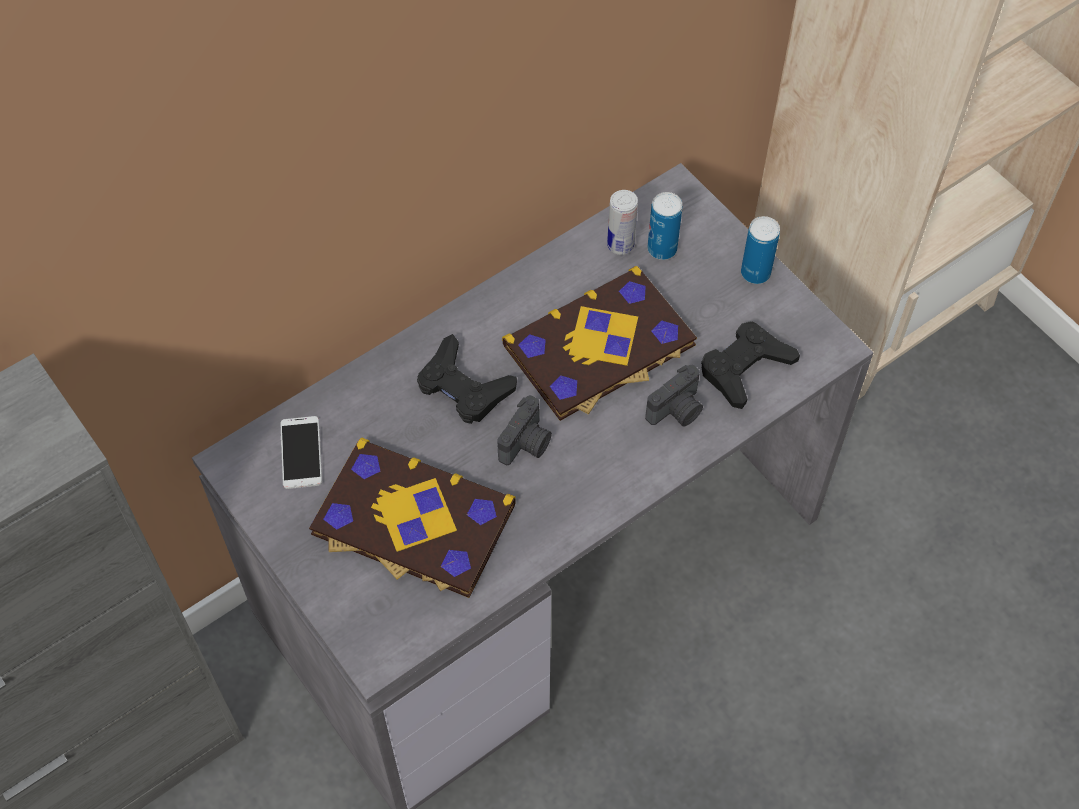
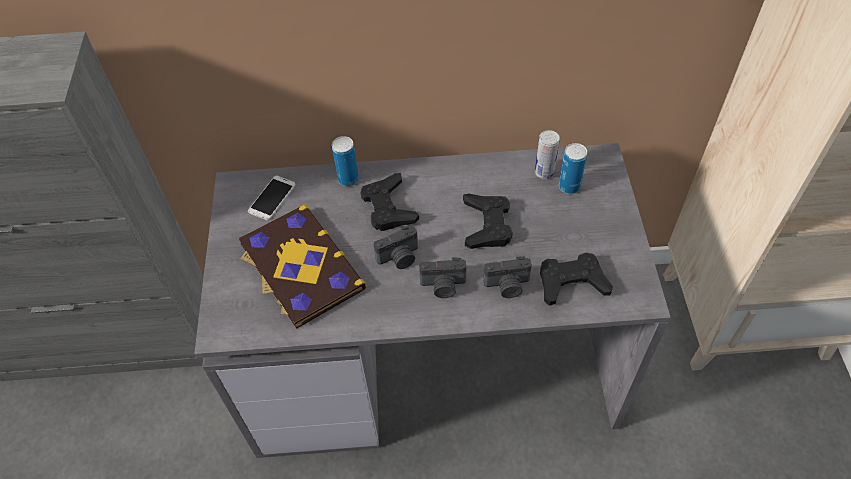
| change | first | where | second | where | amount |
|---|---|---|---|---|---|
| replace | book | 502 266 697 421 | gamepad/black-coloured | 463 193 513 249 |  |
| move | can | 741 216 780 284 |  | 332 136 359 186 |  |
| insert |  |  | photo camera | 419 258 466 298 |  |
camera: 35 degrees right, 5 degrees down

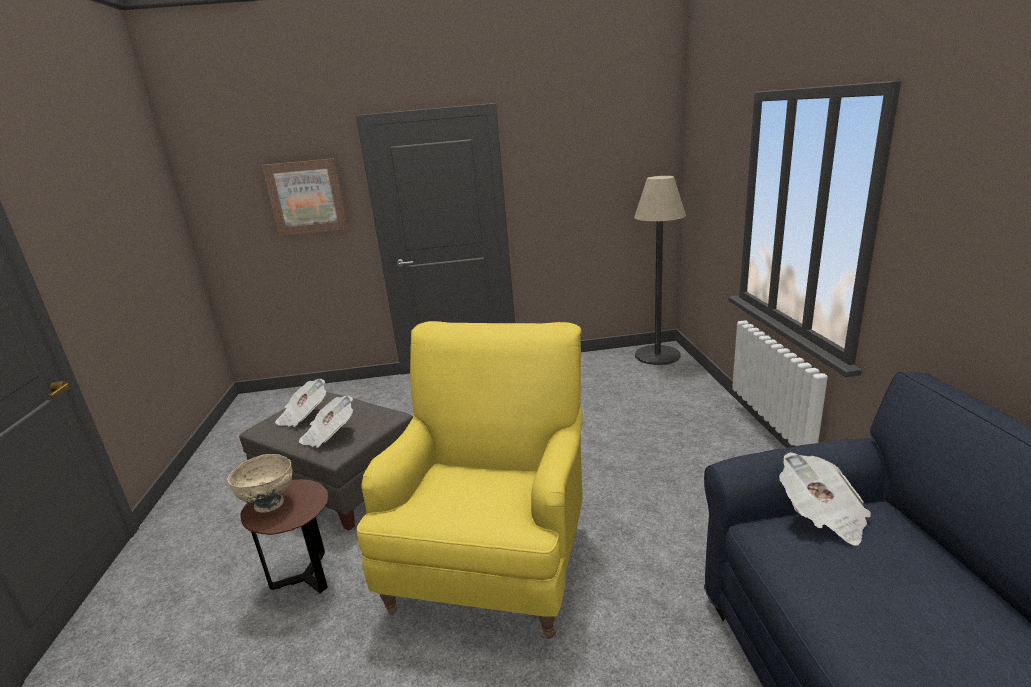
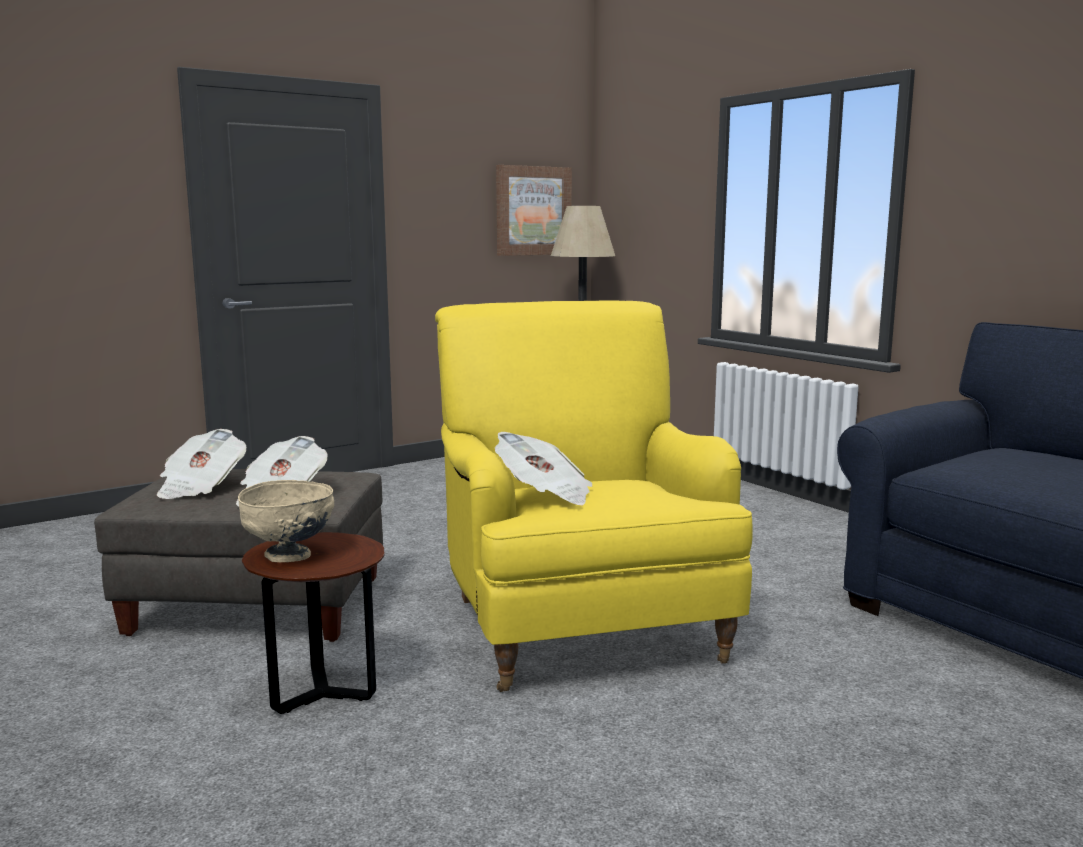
| change | first | where | second | where | amount |
|---|---|---|---|---|---|
| move | wall art | 262 158 349 236 |  | 496 165 572 256 |  |
| move | daily paper | 779 452 871 546 |  | 495 432 593 505 |  |
camera: 30 degrees left, 10 degrees down

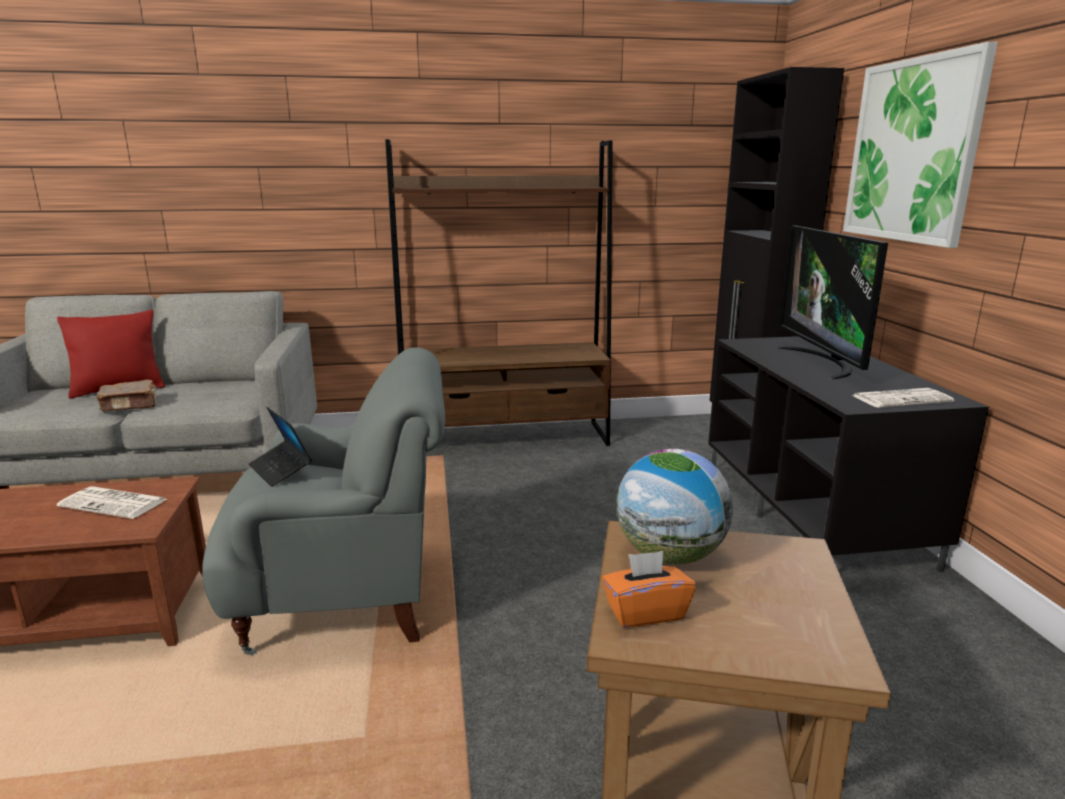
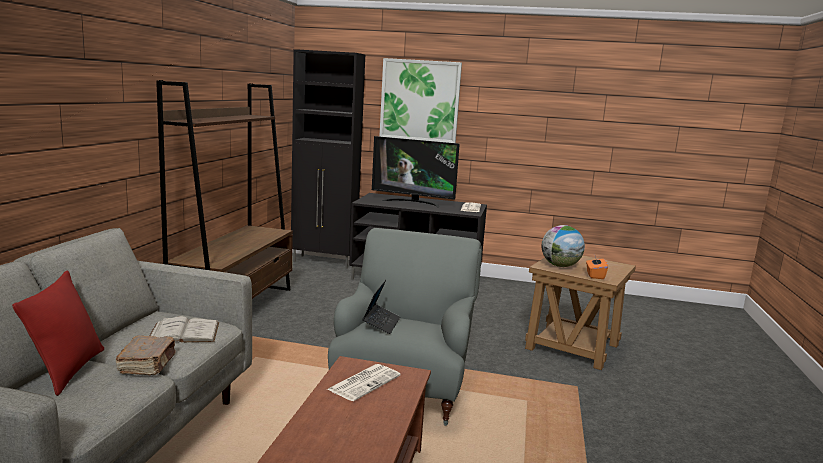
| change | first | where | second | where | amount |
|---|---|---|---|---|---|
| rotate | notebook computer | 248 407 312 487 |  | 362 280 400 334 | 60 degrees counterclockwise |
| insert |  |  | book/whitish | 150 316 219 342 |  |
camera: 70 degrees left, 5 degrees down

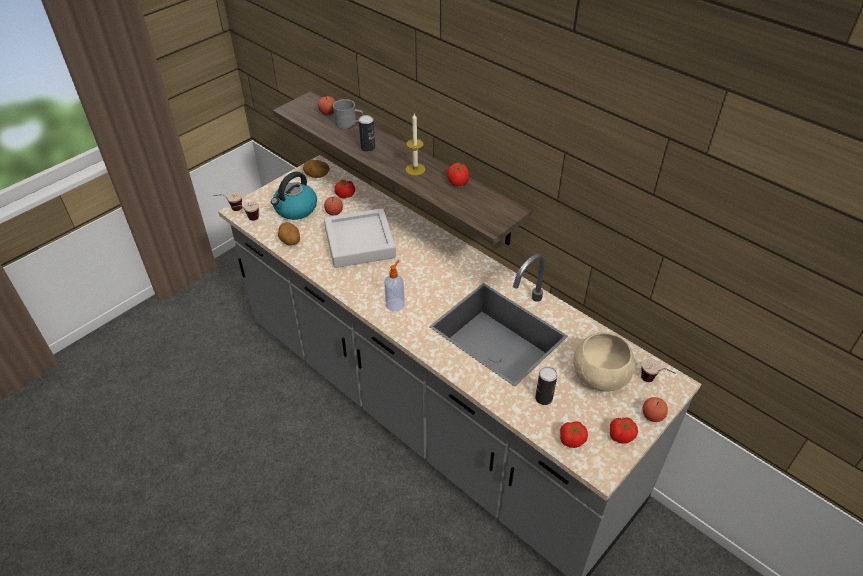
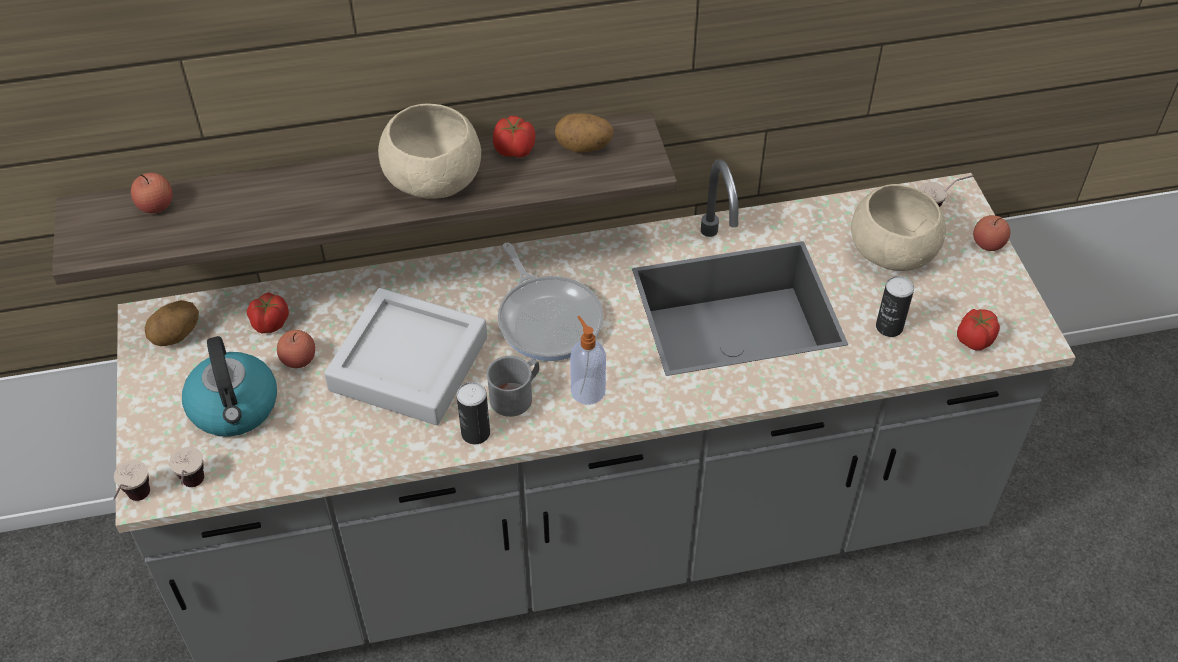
| change | first | where | second | where | amount |
|---|---|---|---|---|---|
| move | whole potato | 278 222 300 245 |  | 555 113 614 153 |  |
| move | coffee mug/greyish | 333 99 363 129 |  | 486 356 539 417 |  |
| move | can | 359 115 375 152 |  | 456 382 490 444 |  |
| replace | wax light | 406 113 425 175 | deep dish/beige-coloured | 378 104 481 199 |  |
| delete | whole tomato | 610 417 638 444 |  |  |  |
| insert |  |  | frying pan | 498 243 603 361 |  |
camera: 55 degrees left, 5 degrees up

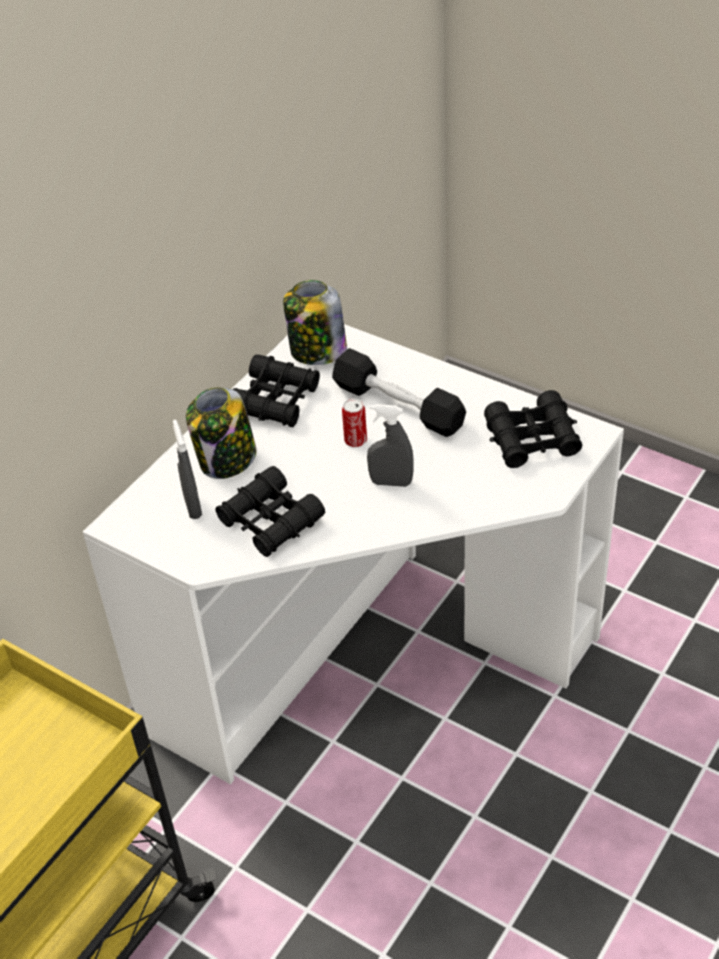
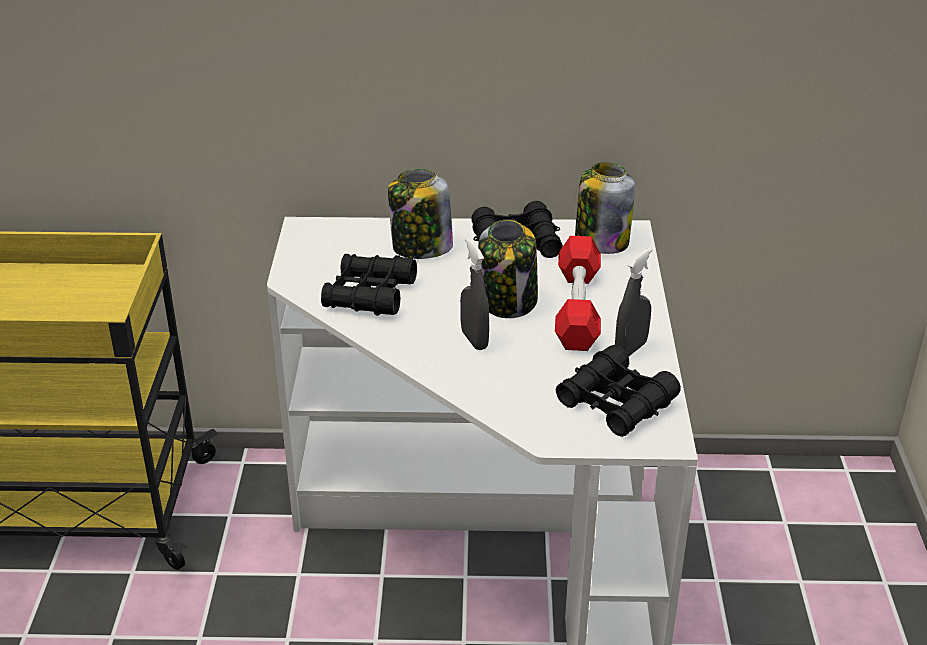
| change | first | where | second | where | amount |
|---|---|---|---|---|---|
| move | spray bottle/greyish | 173 420 202 519 |  | 615 248 652 357 |  |
| recolor | dumbbell/black-coloured | 332 348 466 437 | dumbbell/red-coloured | 555 236 601 351 |  |
| replace | can | 342 398 367 447 | preserve jar | 478 220 538 318 |  |
camera: 55 degrees right, 10 degrees down

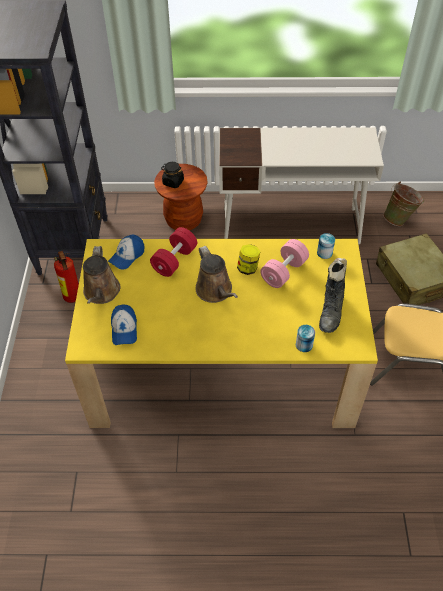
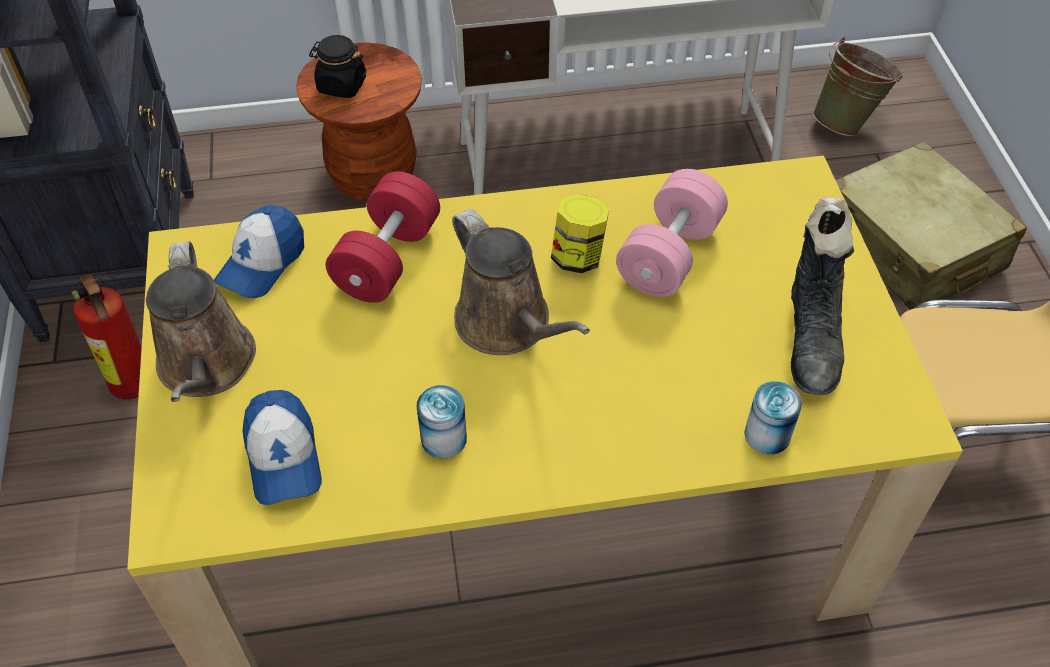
| change | first | where | second | where | amount |
|---|---|---|---|---|---|
| move | can | 317 233 335 259 |  | 417 385 467 458 |  |
camera: 10 degrees left, 0 degrees up

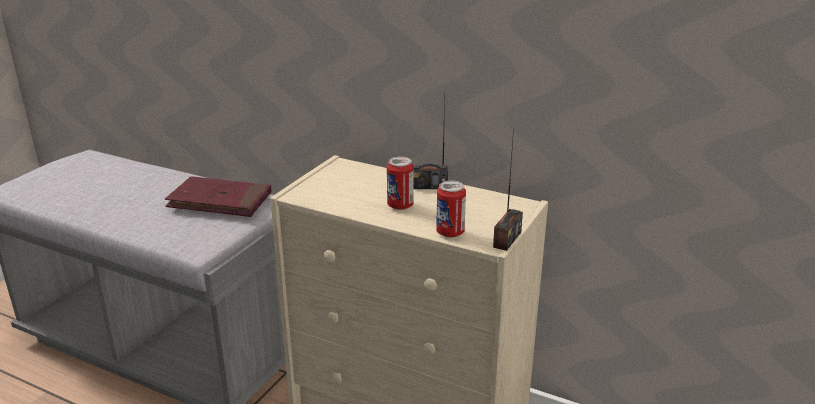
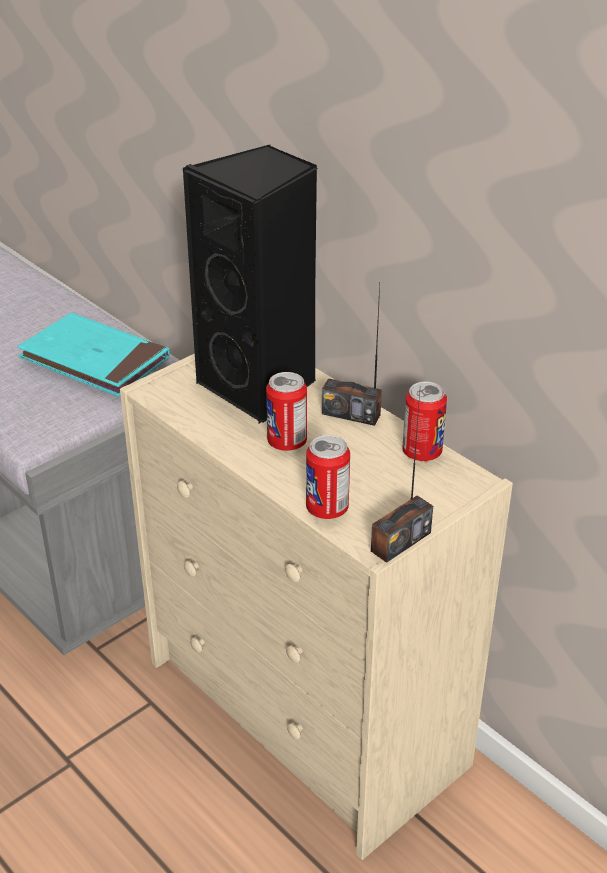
| change | first | where | second | where | amount |
|---|---|---|---|---|---|
| recolor | book/red-coloured | 165 176 271 217 | book/blue-green | 18 313 170 397 |  |
| insert |  |  | audio speaker/black-coloured | 183 145 318 424 |  |
| insert |  |  | can | 402 382 447 461 |  |
camera: 20 degrees right, 10 degrees up

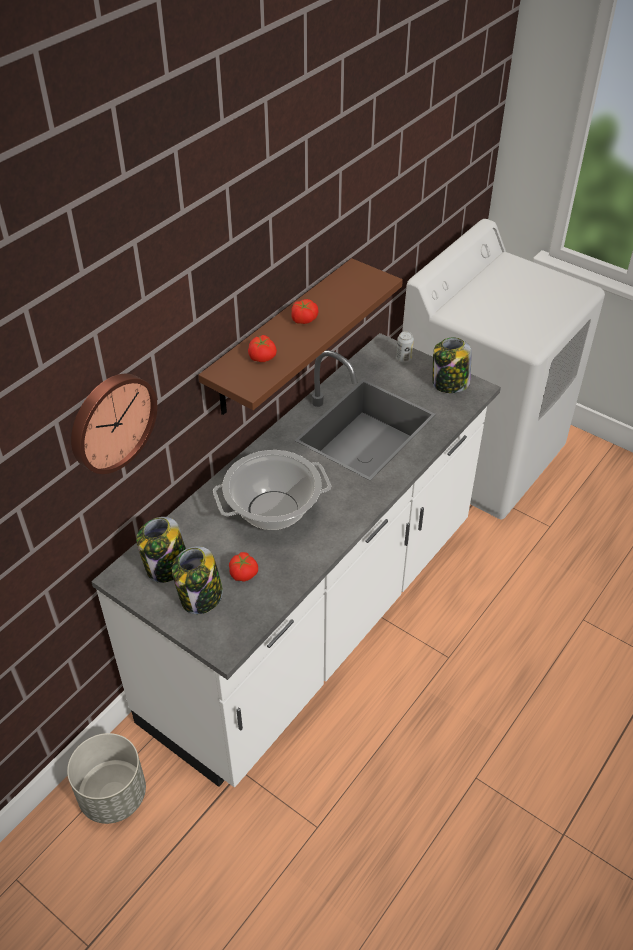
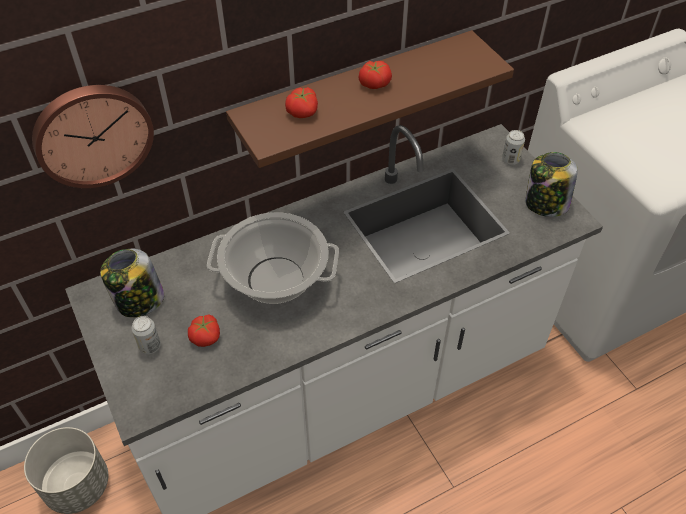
| change | first | where | second | where | amount |
|---|---|---|---|---|---|
| replace | preserve jar | 172 546 223 614 | can | 132 316 161 354 |  |
camera: 25 degrees right, 5 degrees up

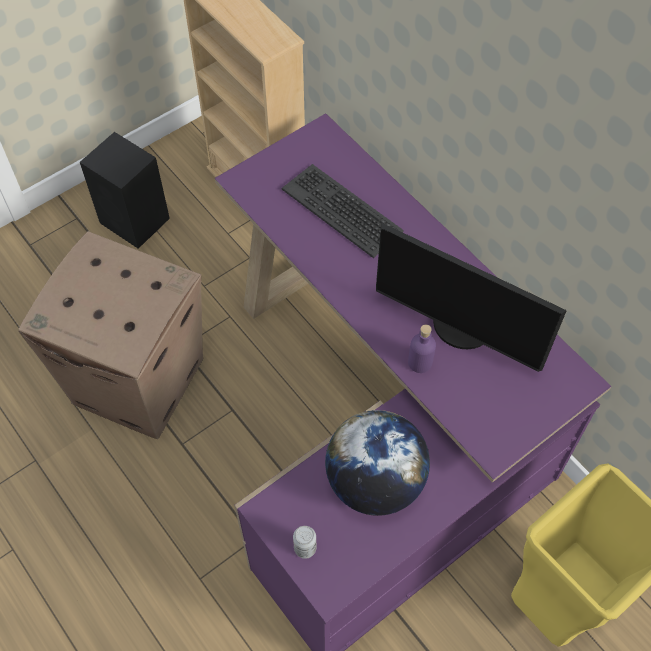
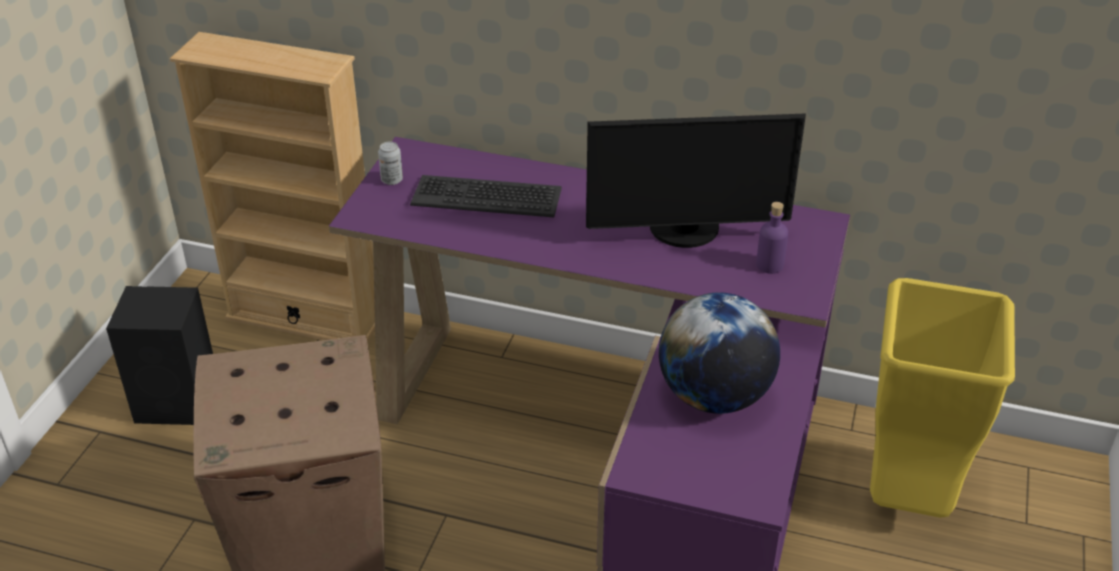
| change | first | where | second | where | amount |
|---|---|---|---|---|---|
| move | can | 293 526 316 559 |  | 378 141 403 185 |  |
| move | bottle/purple | 408 325 436 373 |  | 756 202 788 274 |  |
camera: 35 degrees left, 20 degrees down

